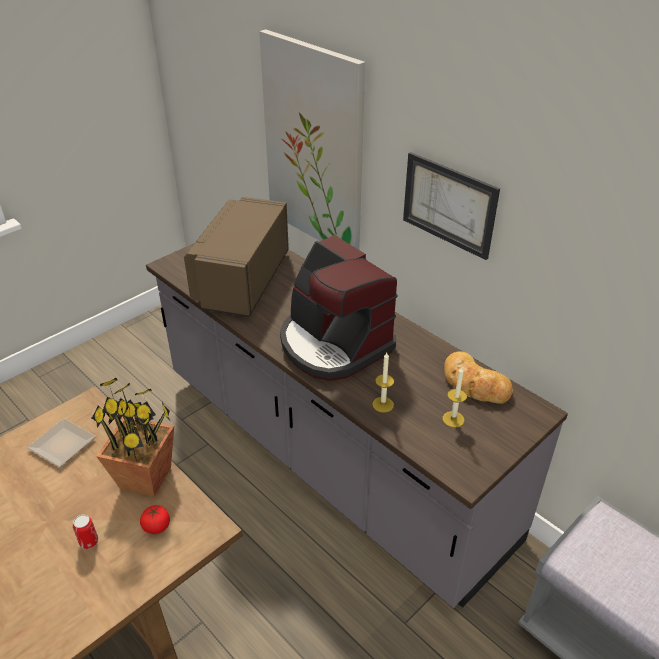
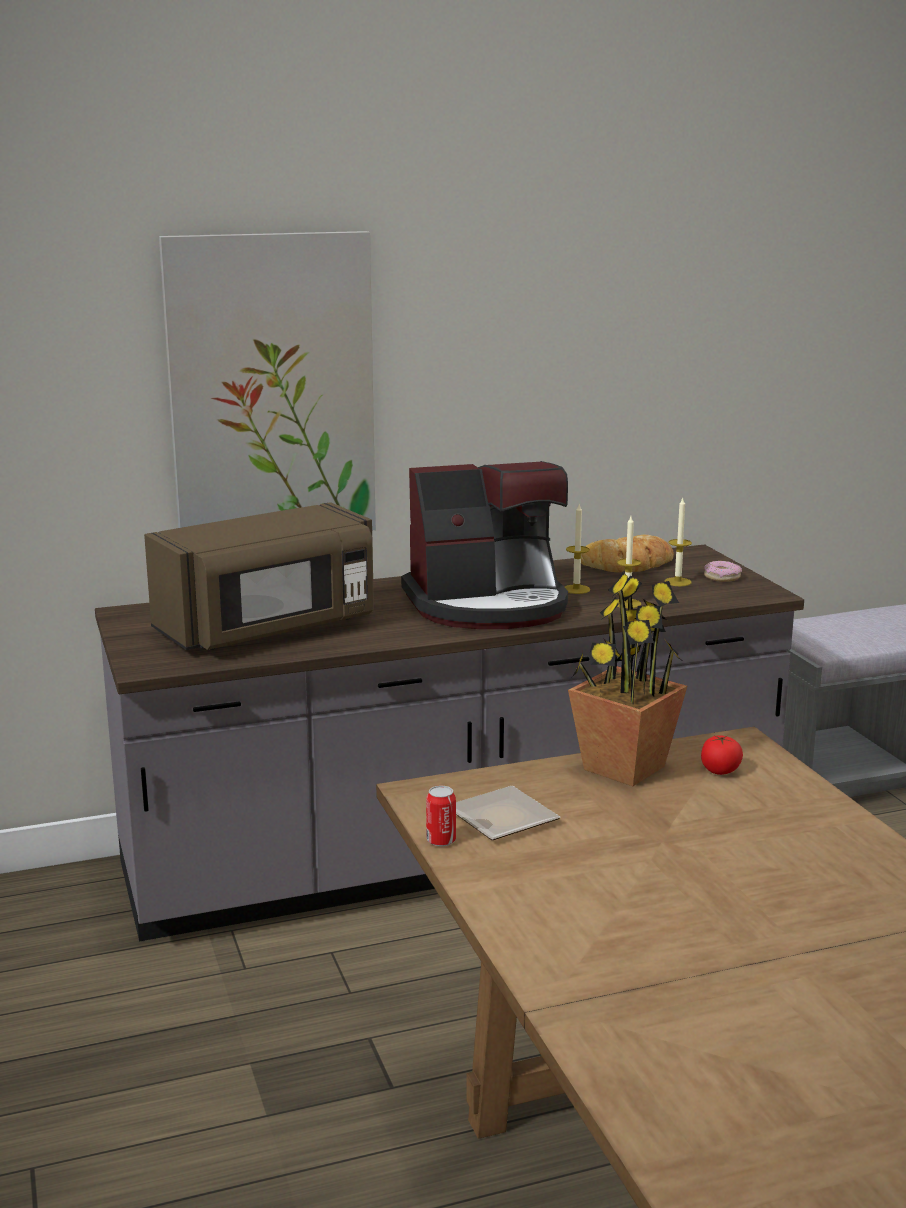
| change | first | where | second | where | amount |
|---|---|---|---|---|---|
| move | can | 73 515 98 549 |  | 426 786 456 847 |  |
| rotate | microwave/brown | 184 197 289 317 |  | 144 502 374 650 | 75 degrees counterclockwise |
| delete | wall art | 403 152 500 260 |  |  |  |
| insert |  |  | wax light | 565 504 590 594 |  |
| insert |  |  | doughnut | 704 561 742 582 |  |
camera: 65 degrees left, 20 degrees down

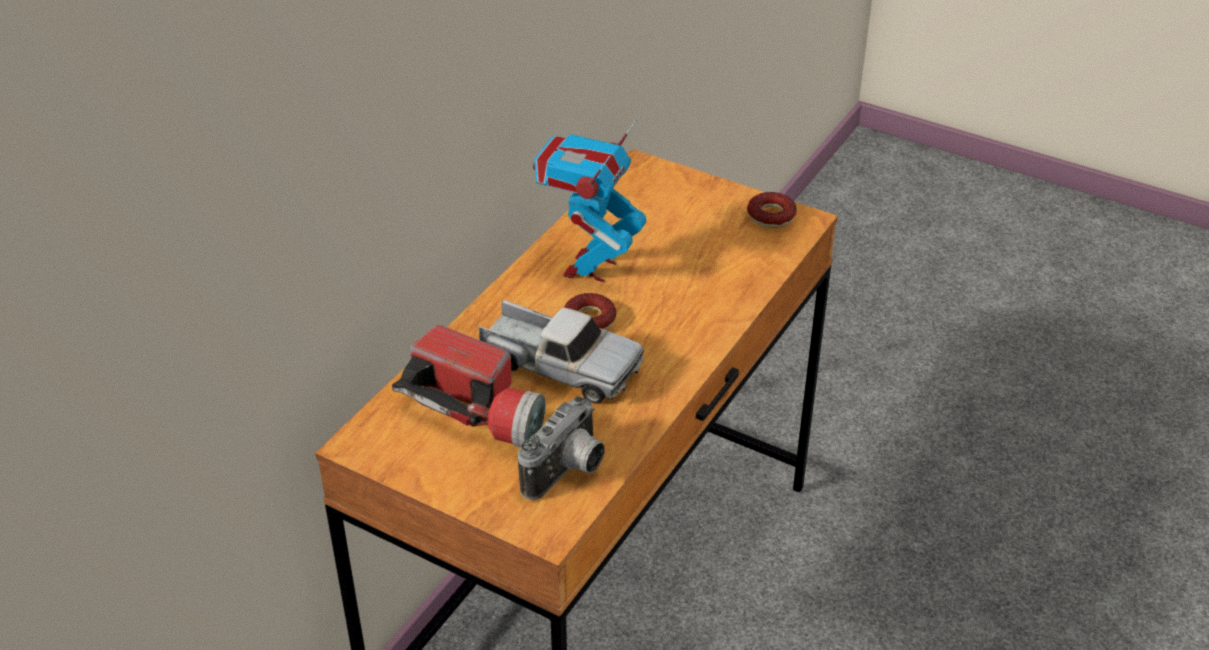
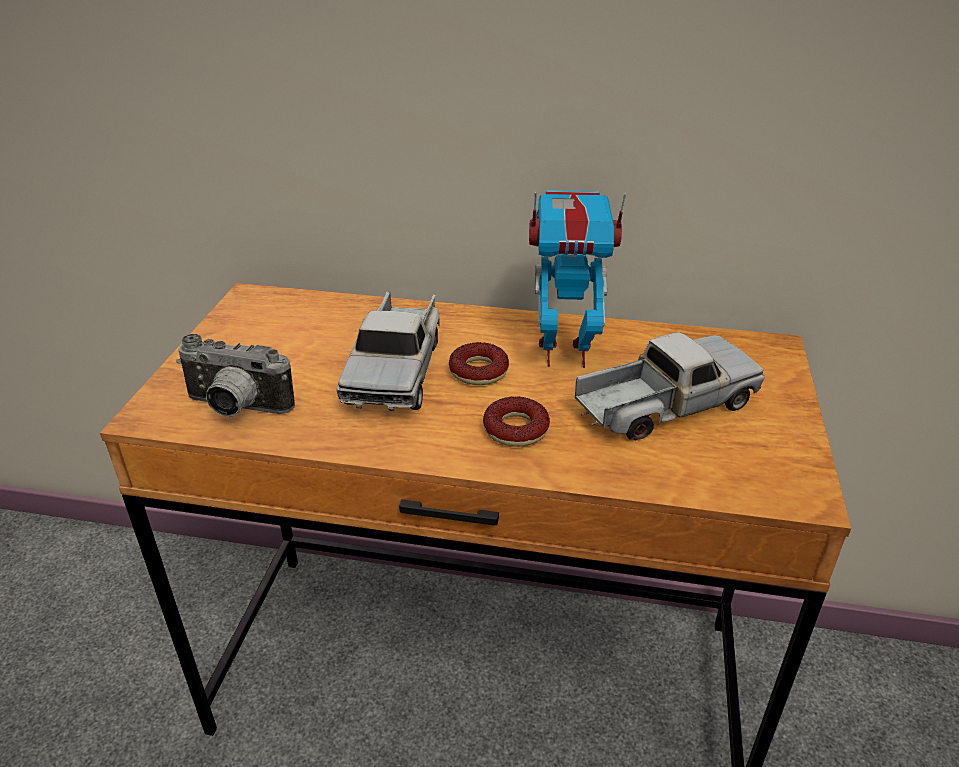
| change | first | where | second | where | amount |
|---|---|---|---|---|---|
| delete | flashlight | 392 325 546 447 |  |  |  |
| move | doughnut | 747 192 797 228 |  | 483 396 550 447 |  |
| insert |  |  | toy truck | 575 332 765 440 |  |
camera: 70 degrees right, 5 degrees down

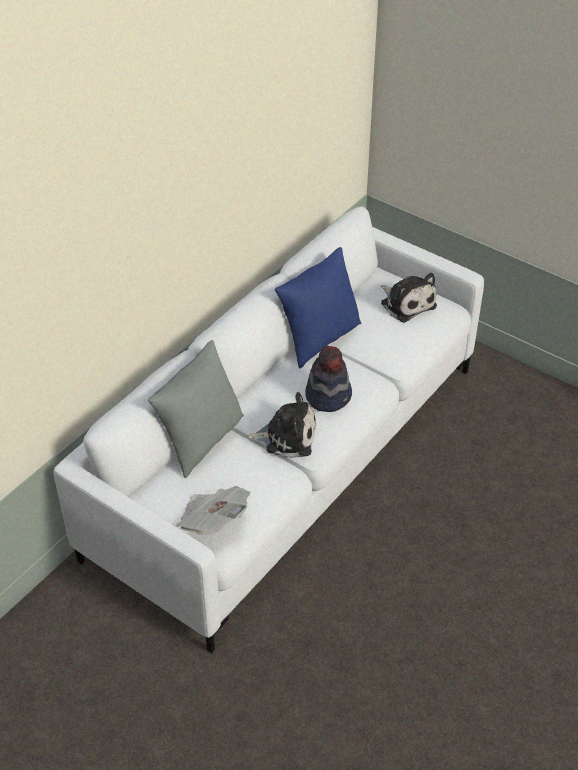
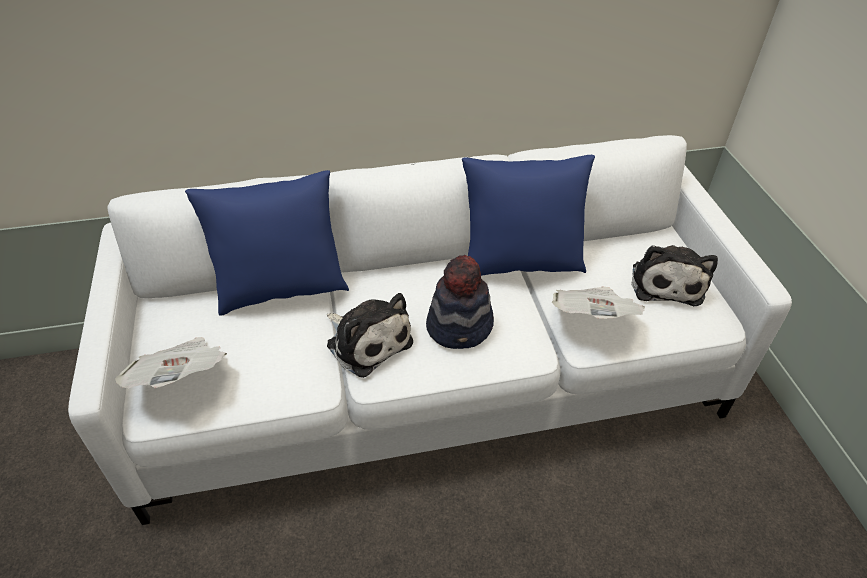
| change | first | where | second | where | amount |
|---|---|---|---|---|---|
| recolor | pillow/greyish | 148 340 244 478 | pillow/blue-coloured | 185 170 349 316 |  |
| insert |  |  | daily paper | 552 287 646 319 |  |
camera: 40 degrees right, 0 degrees up

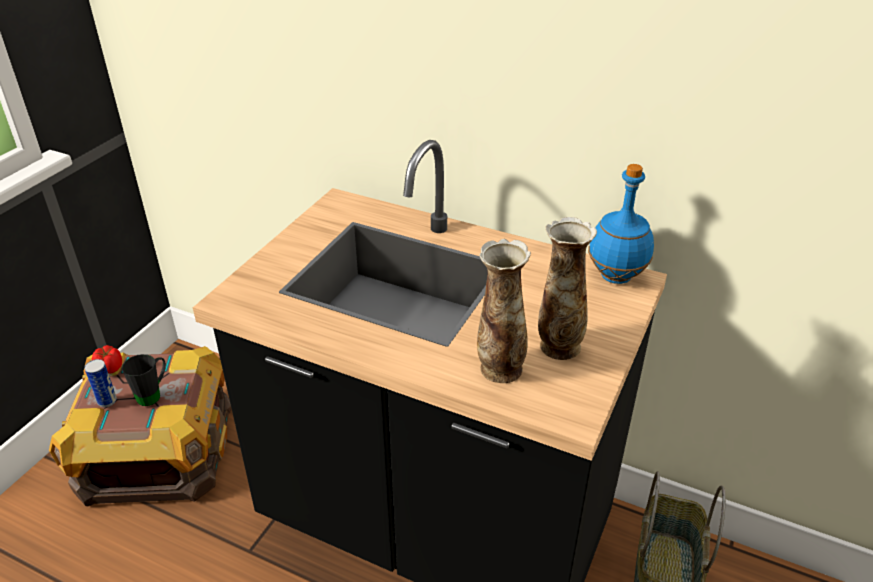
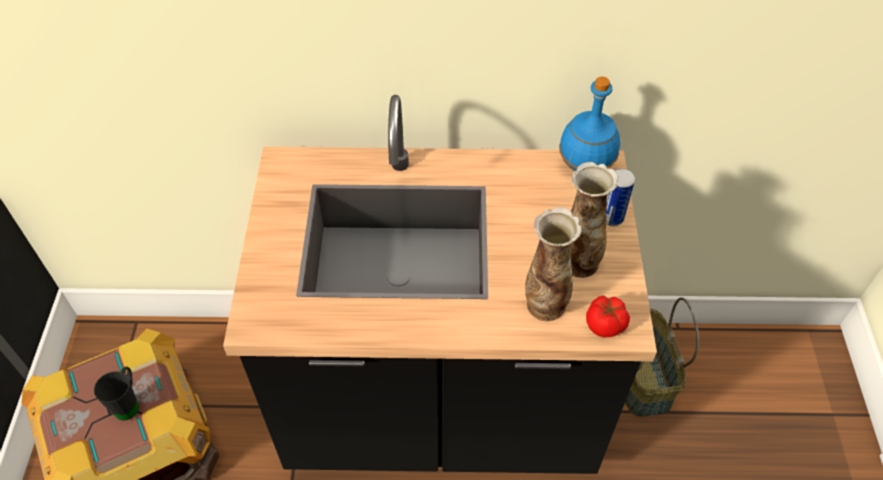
| change | first | where | second | where | amount |
|---|---|---|---|---|---|
| move | can | 84 359 117 407 |  | 606 169 635 226 |  |
| move | whole tomato | 92 345 122 374 |  | 586 295 630 337 |  |
camera: 25 degrees left, 15 degrees up

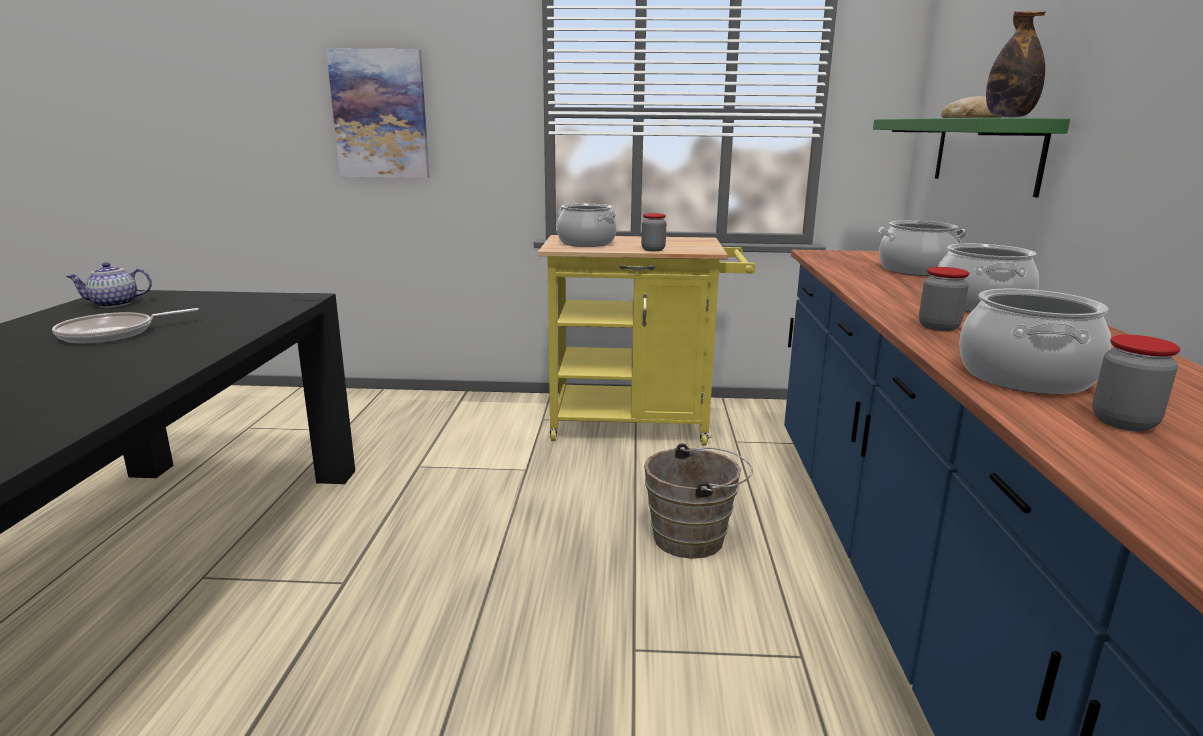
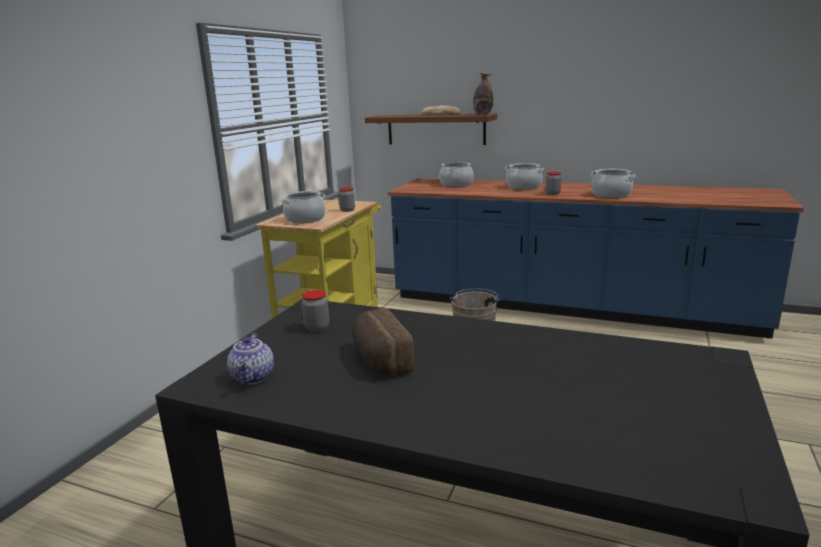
| change | first | where | second | where | amount |
|---|---|---|---|---|---|
| replace | frying pan | 52 308 199 343 | bread | 353 308 414 376 |  |
| delete | wall art | 326 48 429 178 |  |  |  |
| recolor | wall shelf/greenish | 873 118 1070 198 | wall shelf/brown | 365 113 497 145 |  |
| move | preserve jar | 1092 335 1180 431 |  | 302 290 329 332 |  |
camera: 70 degrees left, 0 degrees up

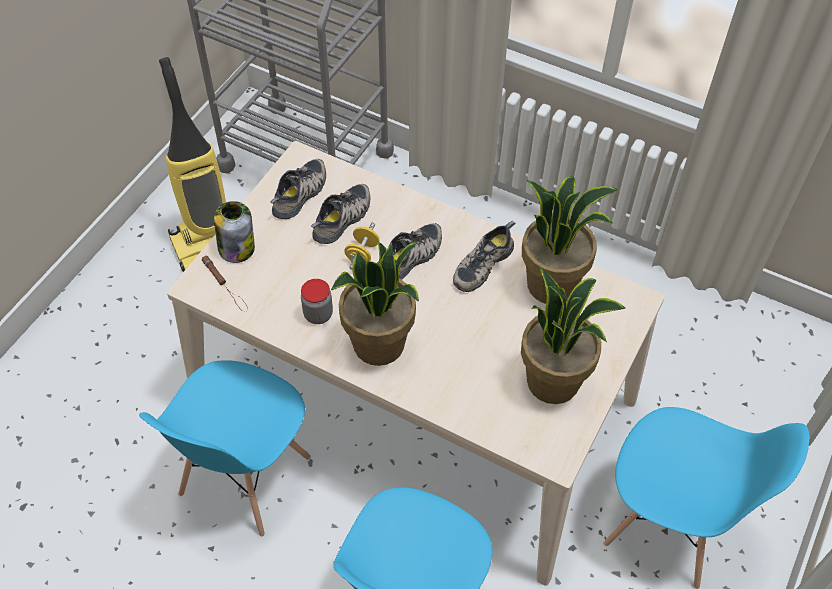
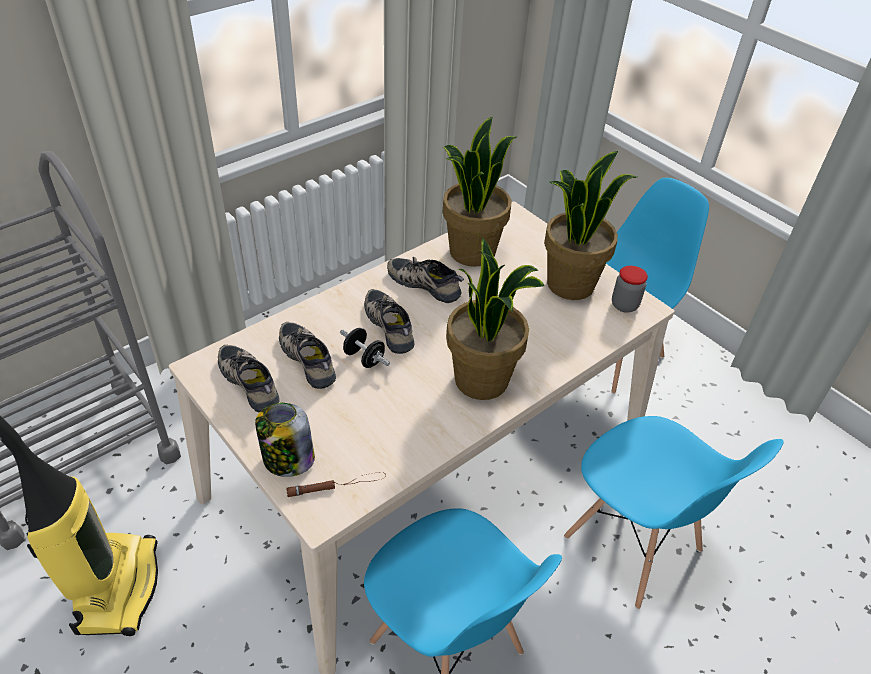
| change | first | where | second | where | amount |
|---|---|---|---|---|---|
| move | preserve jar | 301 279 333 324 |  | 612 266 648 313 |  |
| recolor | dumbbell/yellowish | 344 222 379 270 | dumbbell/black-coloured | 340 328 390 368 |  |
| rotate | item of footwear | 453 221 515 292 |  | 387 257 464 303 | 150 degrees clockwise |
camera: 70 degrees left, 10 degrees down

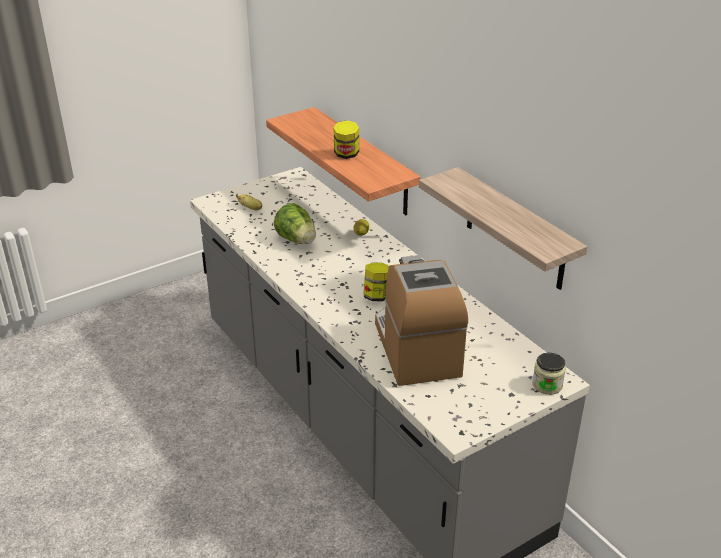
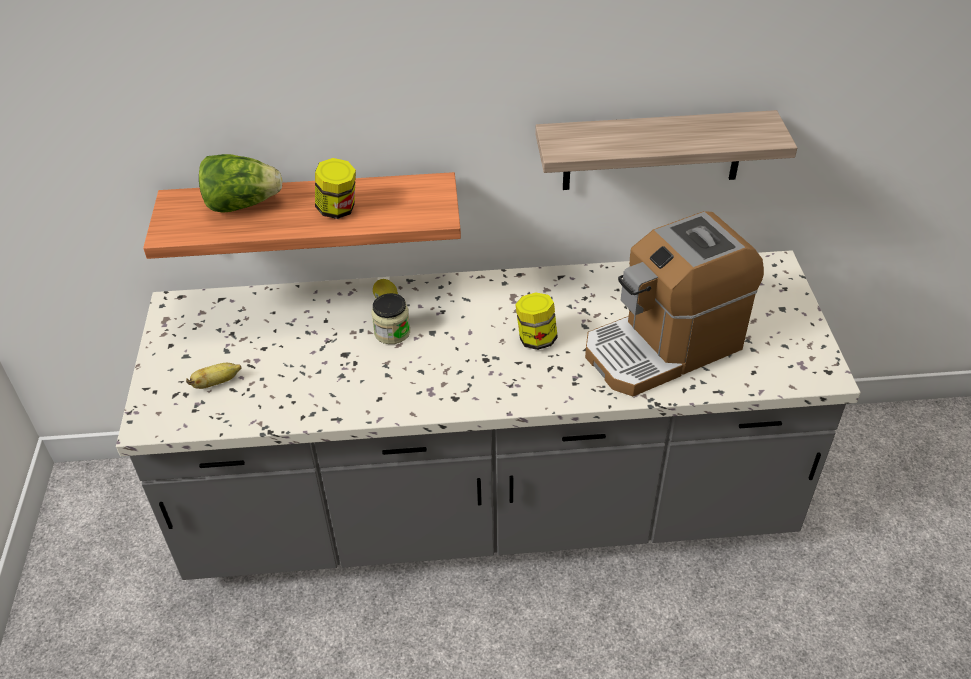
| change | first | where | second | where | amount |
|---|---|---|---|---|---|
| move | lettuce head | 274 203 316 244 |  | 199 154 282 213 |  |
| rotate | coffee machine | 375 255 468 386 |  | 585 211 764 396 | 45 degrees counterclockwise |
| move | preserve jar | 532 353 566 395 |  | 372 293 410 344 |  |
camera: 60 degrees left, 10 degrees up

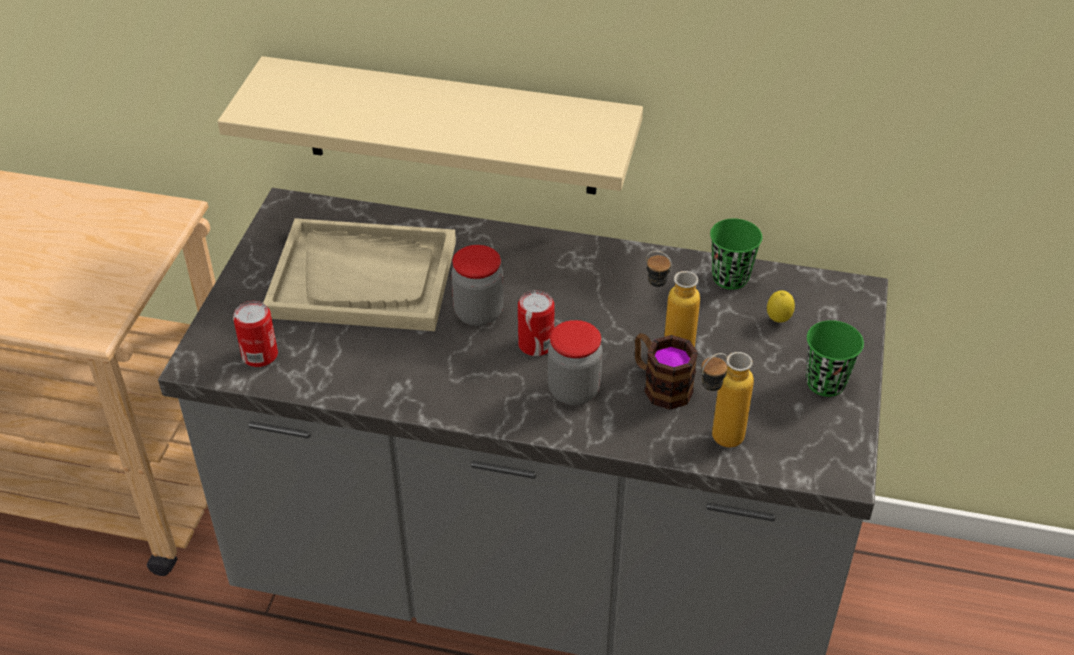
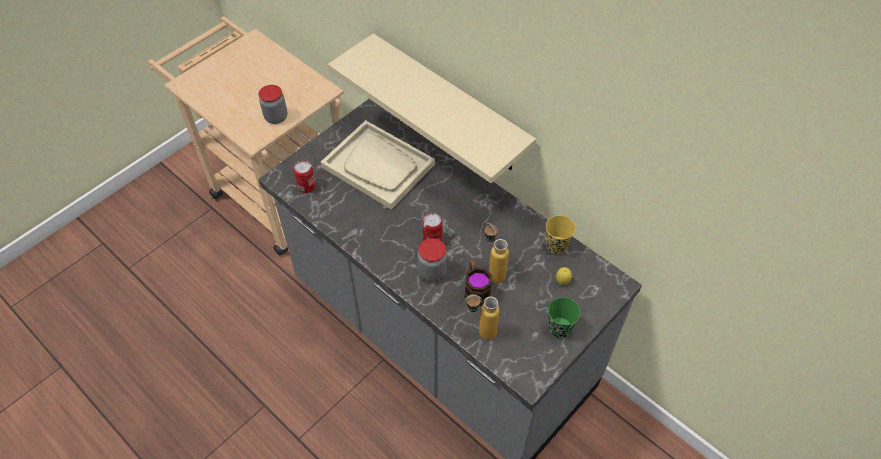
| change | first | where | second | where | amount |
|---|---|---|---|---|---|
| move | preserve jar | 451 245 504 326 |  | 259 85 287 124 |  |
| recolor | cup/greenish | 710 219 762 290 | cup/yellowish | 546 215 576 254 |  |
camera: 30 degrees right, 10 degrees up

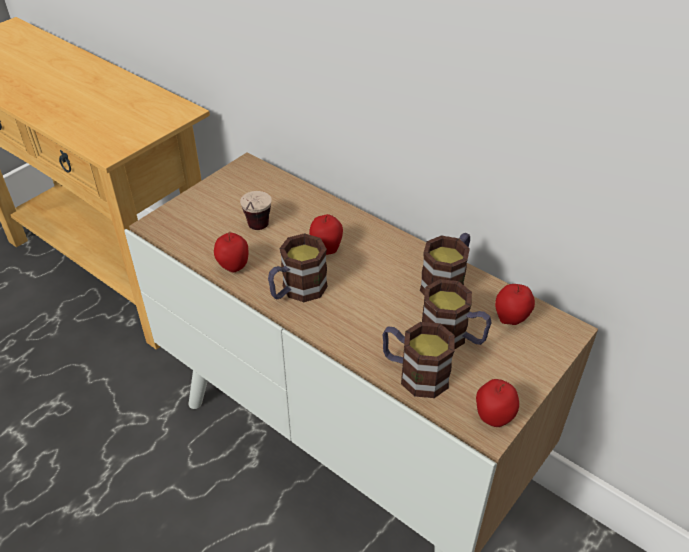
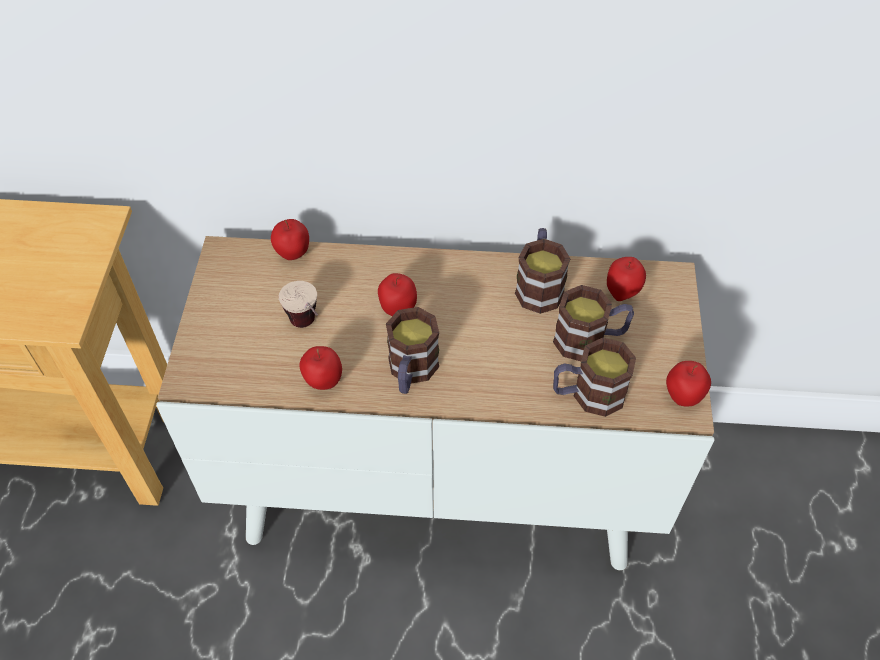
| change | first | where | second | where | amount |
|---|---|---|---|---|---|
| insert |  |  | whole apple | 271 219 309 260 |  |
camera: 35 degrees left, 10 degrees up

